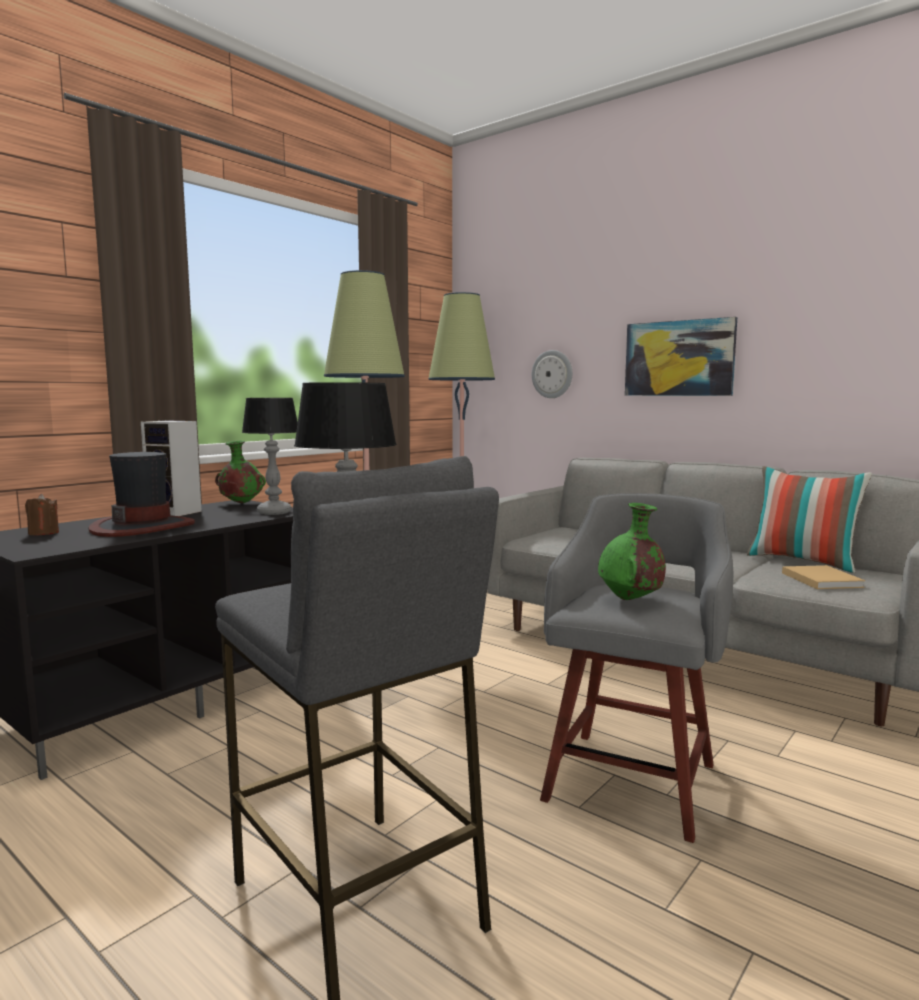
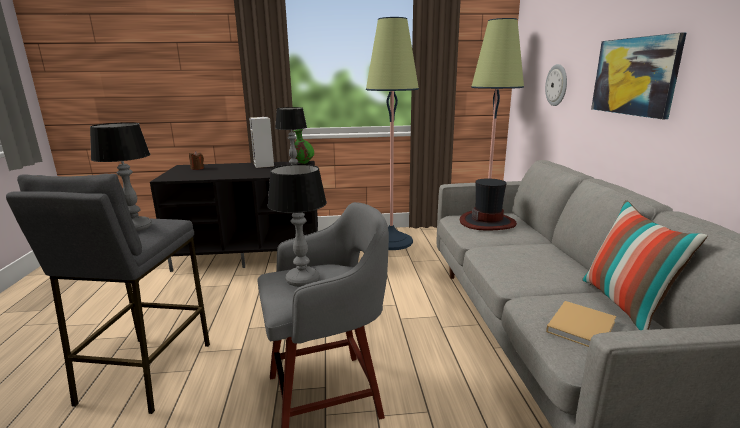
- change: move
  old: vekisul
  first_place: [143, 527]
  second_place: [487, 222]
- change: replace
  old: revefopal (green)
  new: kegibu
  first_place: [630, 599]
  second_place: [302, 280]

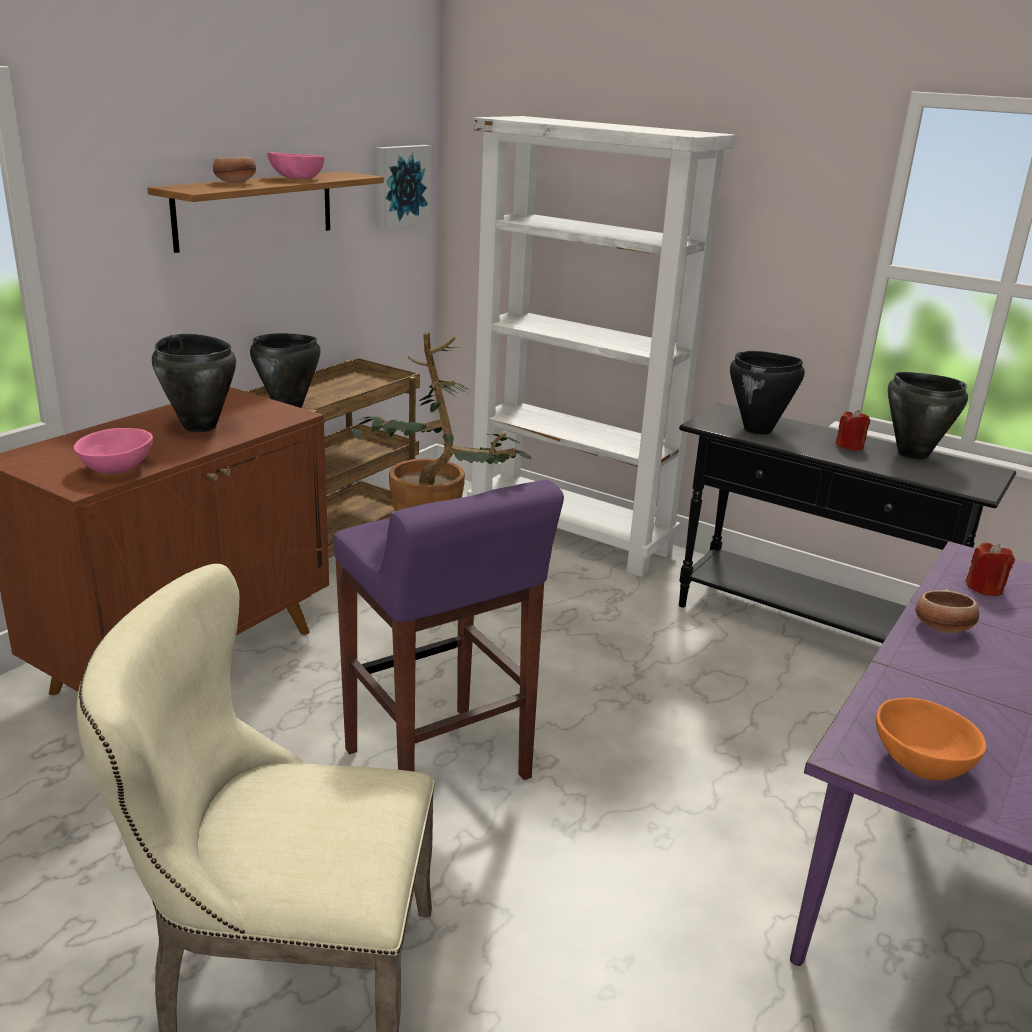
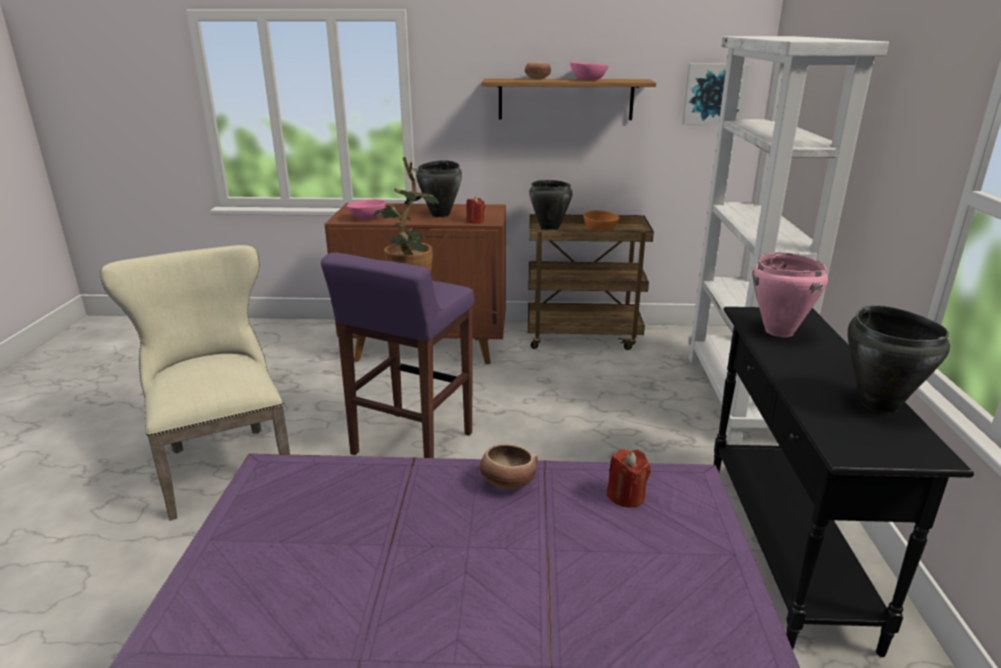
- change: recolor
  old: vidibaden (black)
  new: vidibaden (pink)
  first_place: [758, 430]
  second_place: [778, 332]
- change: move
  old: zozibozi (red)
  first_place: [850, 446]
  second_place: [475, 221]
- change: move
  old: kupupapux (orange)
  first_place: [920, 763]
  second_place: [599, 230]

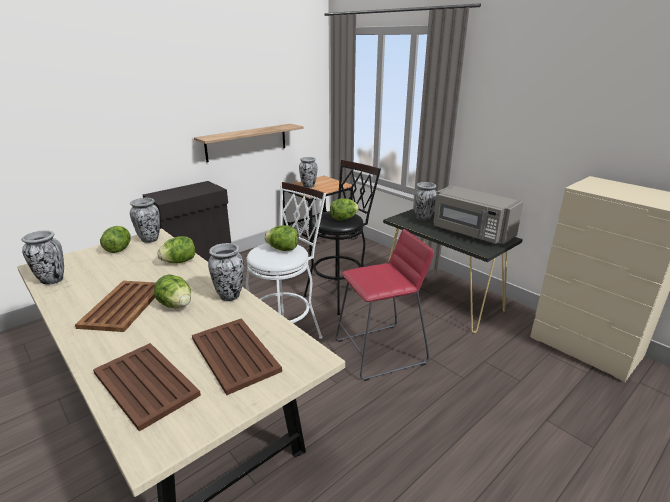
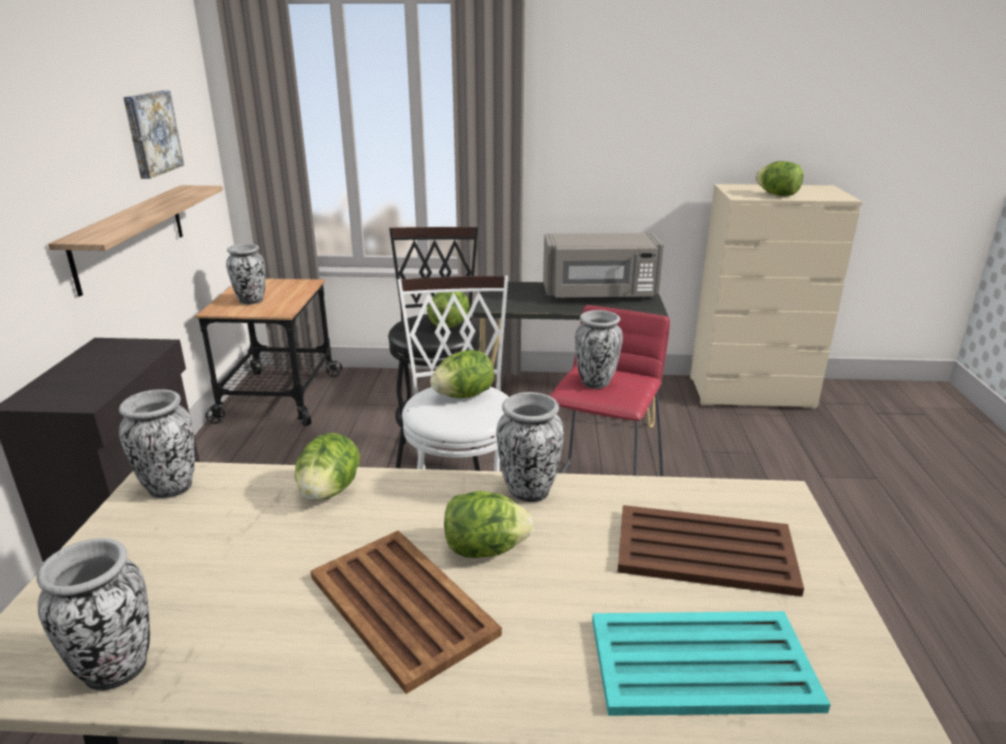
- change: recolor
  old: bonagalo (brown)
  new: bonagalo (turquoise)
  first_place: [145, 383]
  second_place: [699, 663]
- change: move
  old: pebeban
  first_place: [119, 249]
  second_place: [777, 195]
- change: move
  old: revefopal
  first_place: [423, 218]
  second_place: [595, 383]
- change: insert
  new: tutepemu
  second_place: [151, 133]

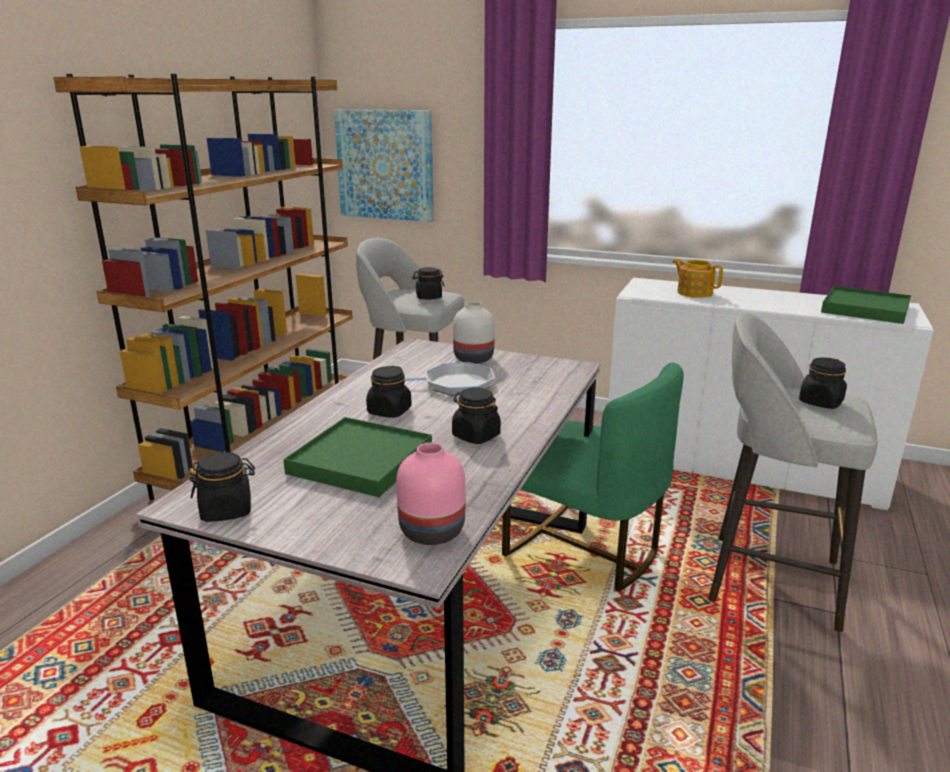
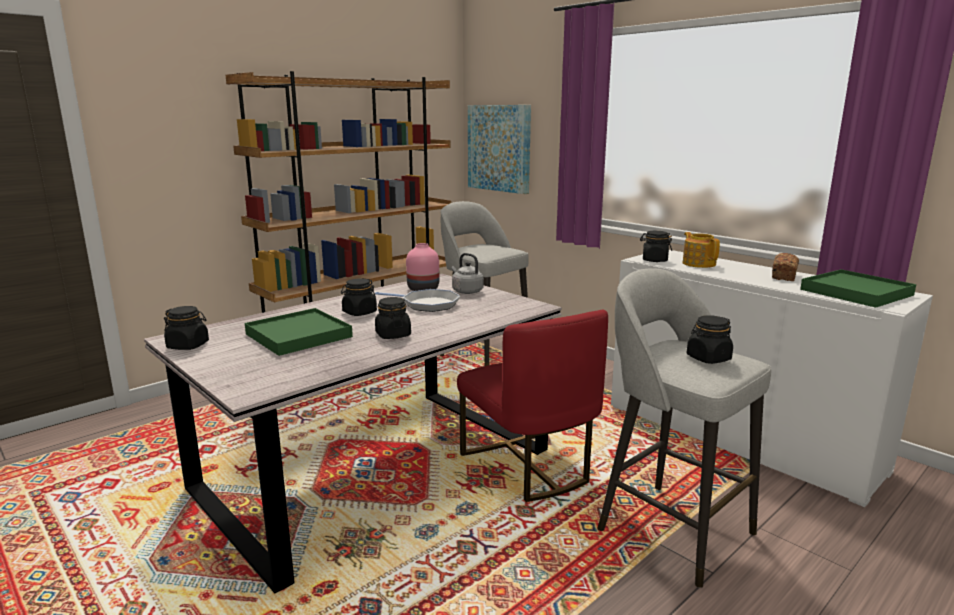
- change: move
  old: revefopal (pink)
  first_place: [433, 530]
  second_place: [424, 289]
- change: move
  old: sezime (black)
  first_place: [428, 297]
  second_place: [654, 260]
- change: replace
  old: revefopal (white)
  new: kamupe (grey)
  first_place: [472, 359]
  second_place: [466, 291]
- change: recolor
  old: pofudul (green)
  new: pofudul (red)
  first_place: [585, 550]
  second_place: [529, 467]
- change: insert
  new: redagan
  second_place: [784, 276]

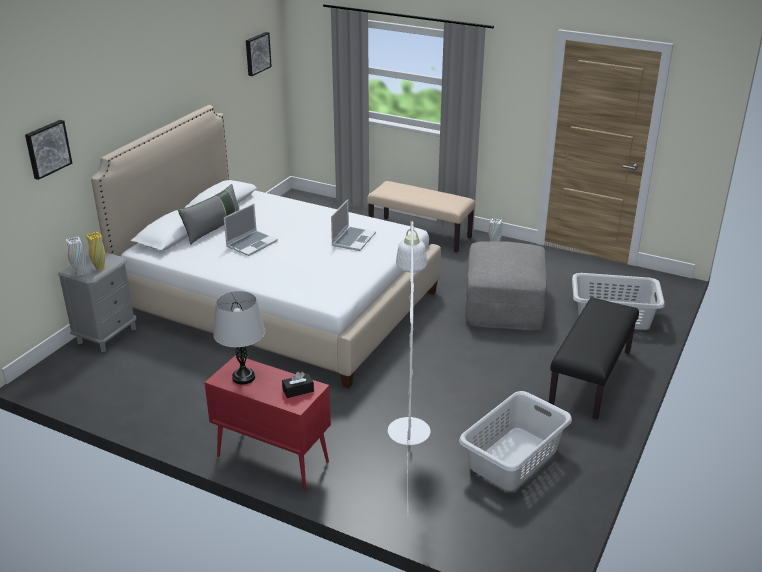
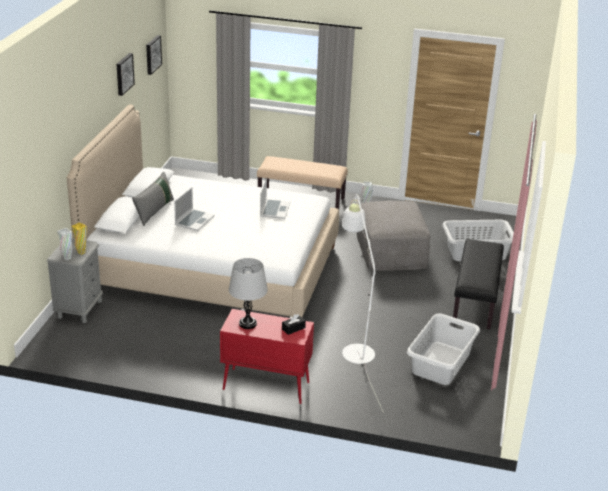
- change: move
  old: tutepemu
  first_place: [47, 149]
  second_place: [123, 74]

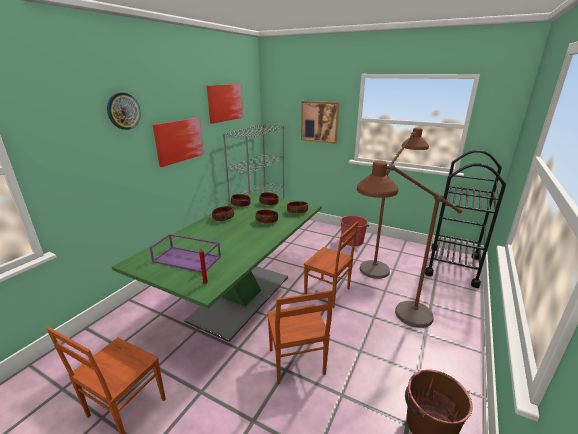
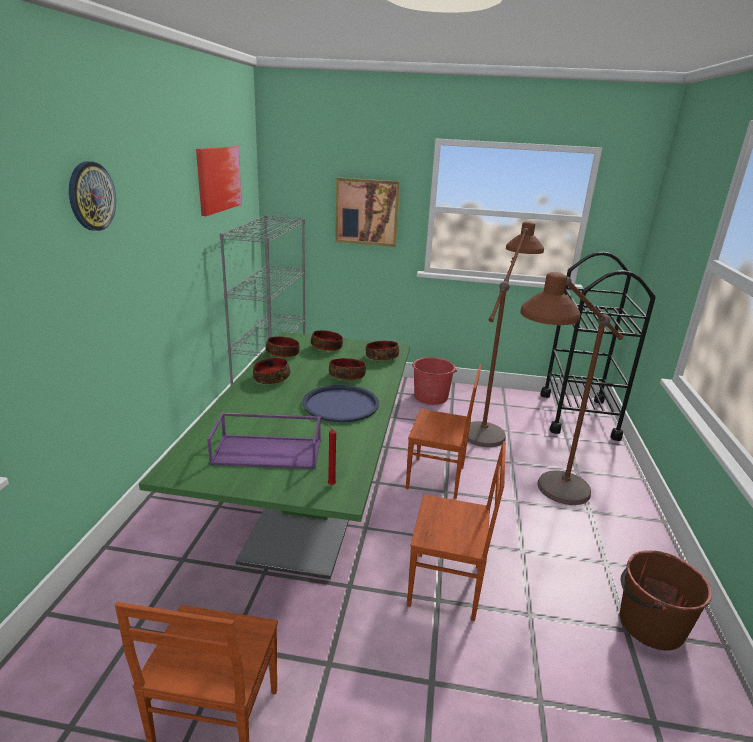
- change: delete
  old: tutepemu
  first_place: [179, 140]
- change: rotate
  old: pofudul (brown)
  first_place: [296, 362]
  second_place: [446, 586]
  degrees: -45
- change: insert
  new: bonagalo (blue)
  second_place: [340, 404]

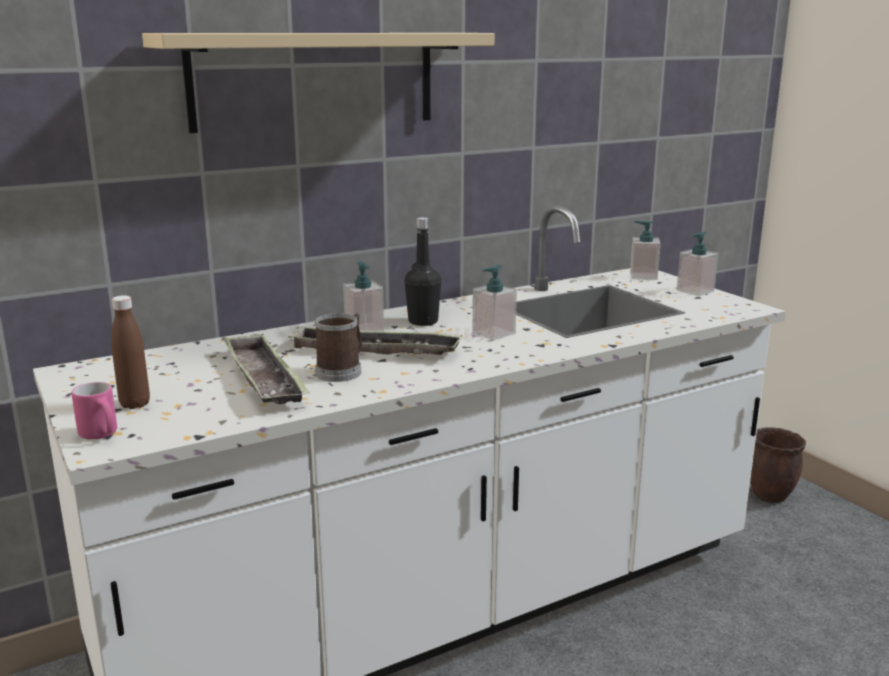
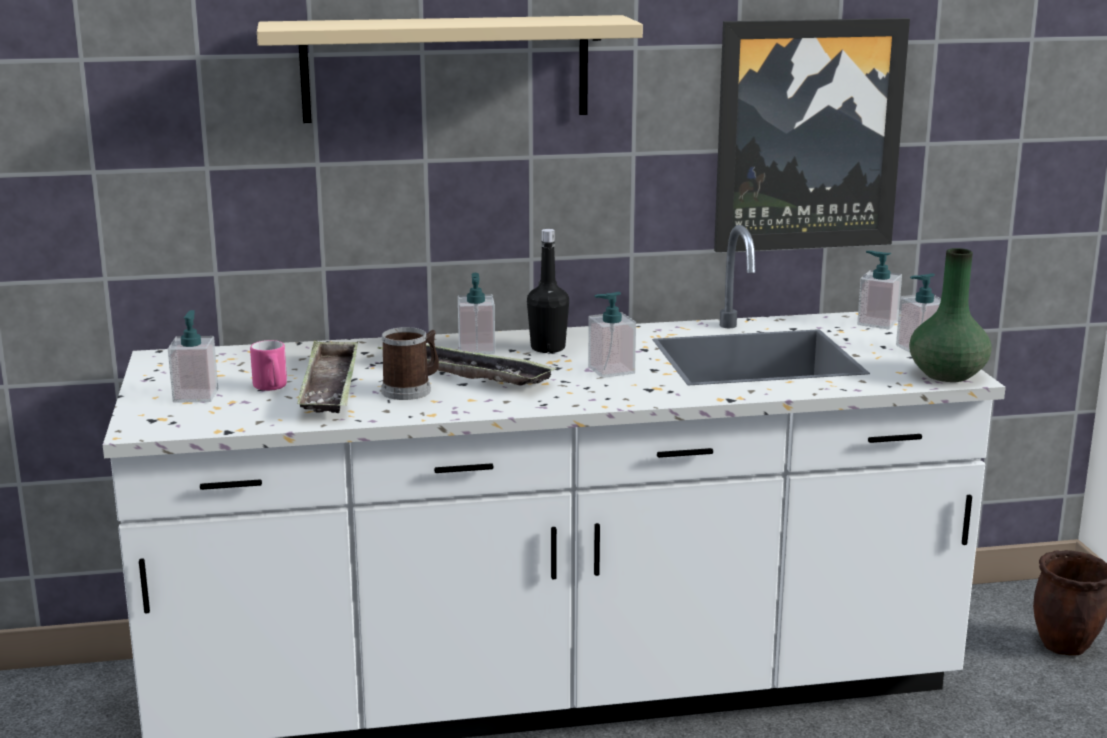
- change: move
  old: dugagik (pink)
  first_place: [101, 435]
  second_place: [272, 388]
- change: replace
  old: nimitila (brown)
  new: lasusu
  first_place: [135, 404]
  second_place: [196, 395]
- change: insert
  new: tutepemu
  second_place: [807, 135]
- change: insert
  new: revefopal (green)
  second_place: [947, 374]

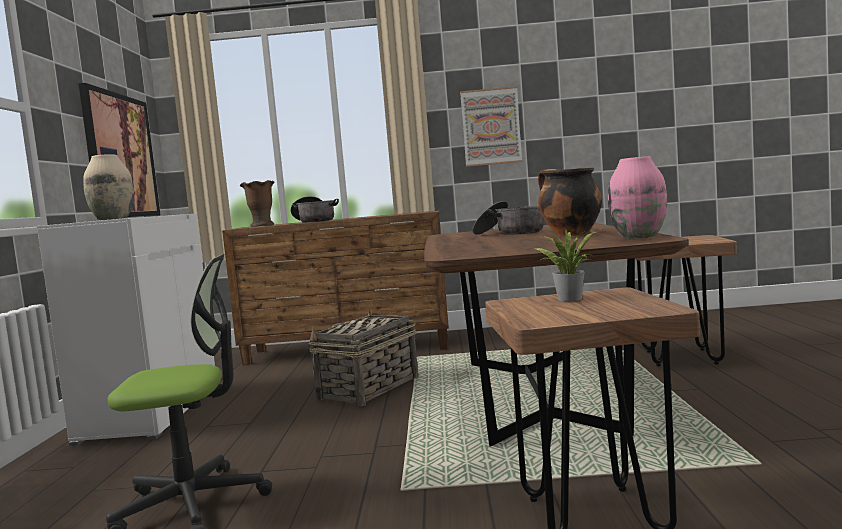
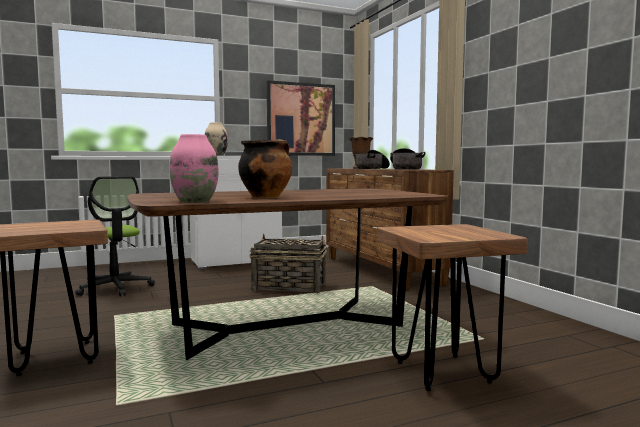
- change: delete
  old: tutepemu
  first_place: [491, 127]
- change: move
  old: vidibaden
  first_place: [510, 233]
  second_place: [406, 169]
- change: delete
  old: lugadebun
  first_place: [568, 298]

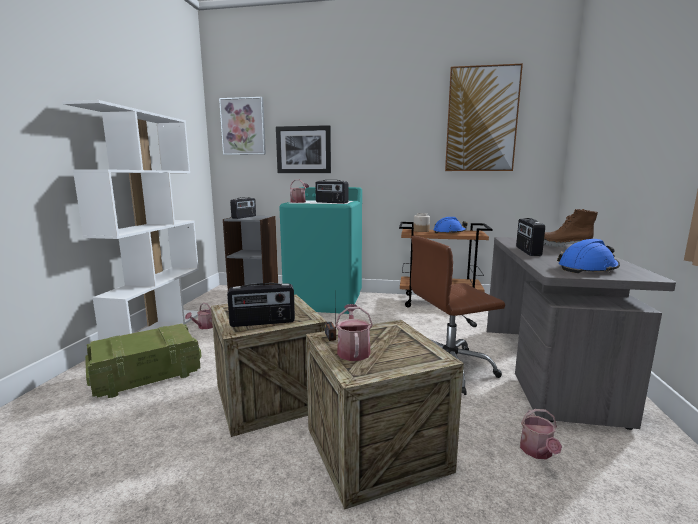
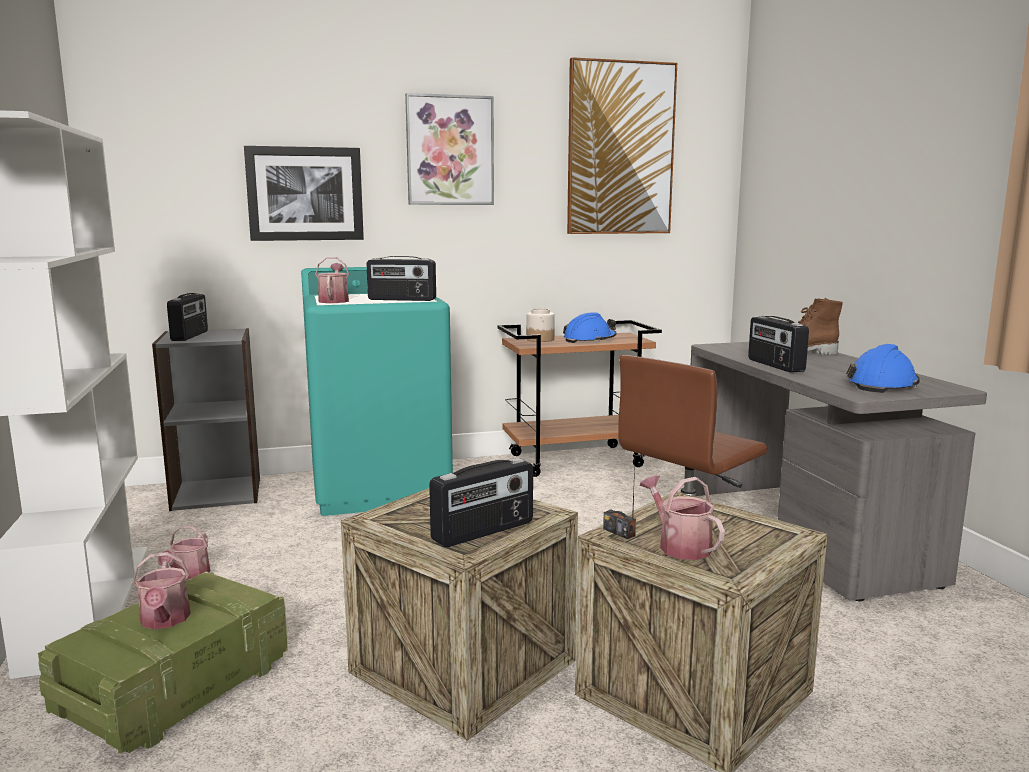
- change: move
  old: tutepemu
  first_place: [243, 126]
  second_place: [450, 151]
- change: move
  old: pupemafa
  first_place: [537, 452]
  second_place: [164, 621]

